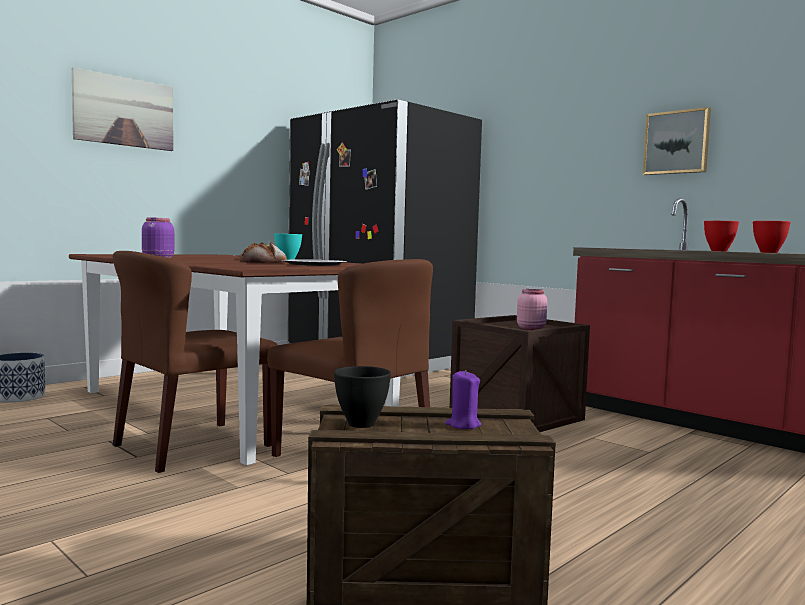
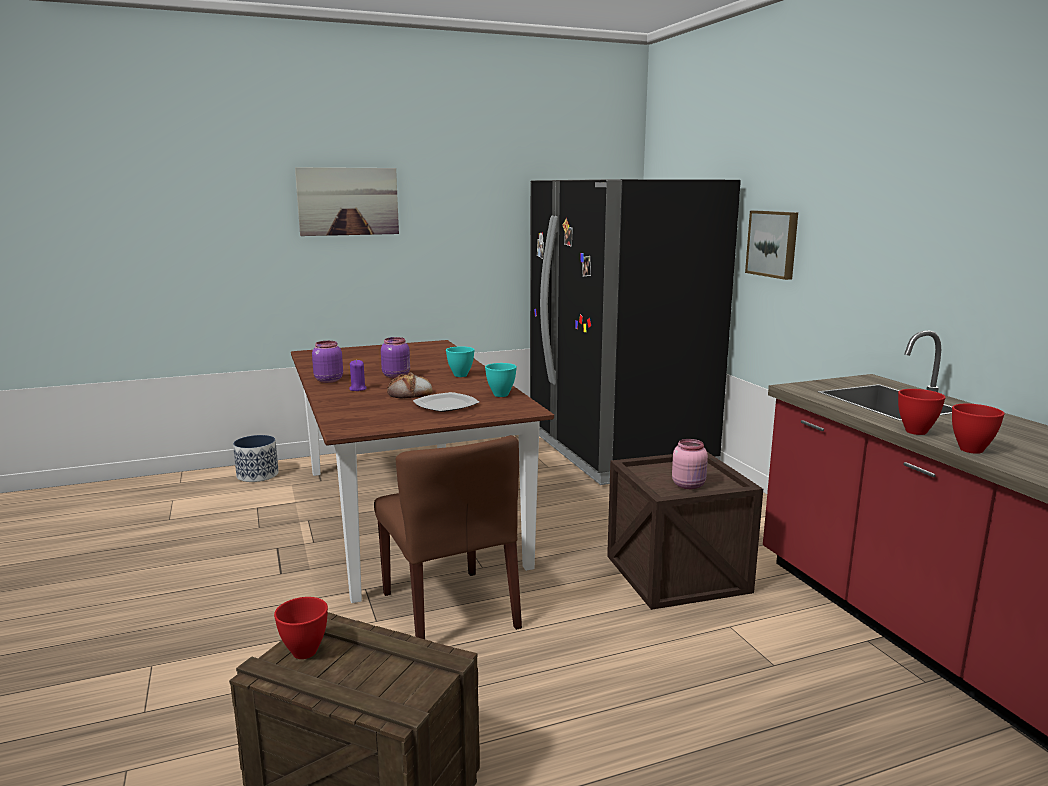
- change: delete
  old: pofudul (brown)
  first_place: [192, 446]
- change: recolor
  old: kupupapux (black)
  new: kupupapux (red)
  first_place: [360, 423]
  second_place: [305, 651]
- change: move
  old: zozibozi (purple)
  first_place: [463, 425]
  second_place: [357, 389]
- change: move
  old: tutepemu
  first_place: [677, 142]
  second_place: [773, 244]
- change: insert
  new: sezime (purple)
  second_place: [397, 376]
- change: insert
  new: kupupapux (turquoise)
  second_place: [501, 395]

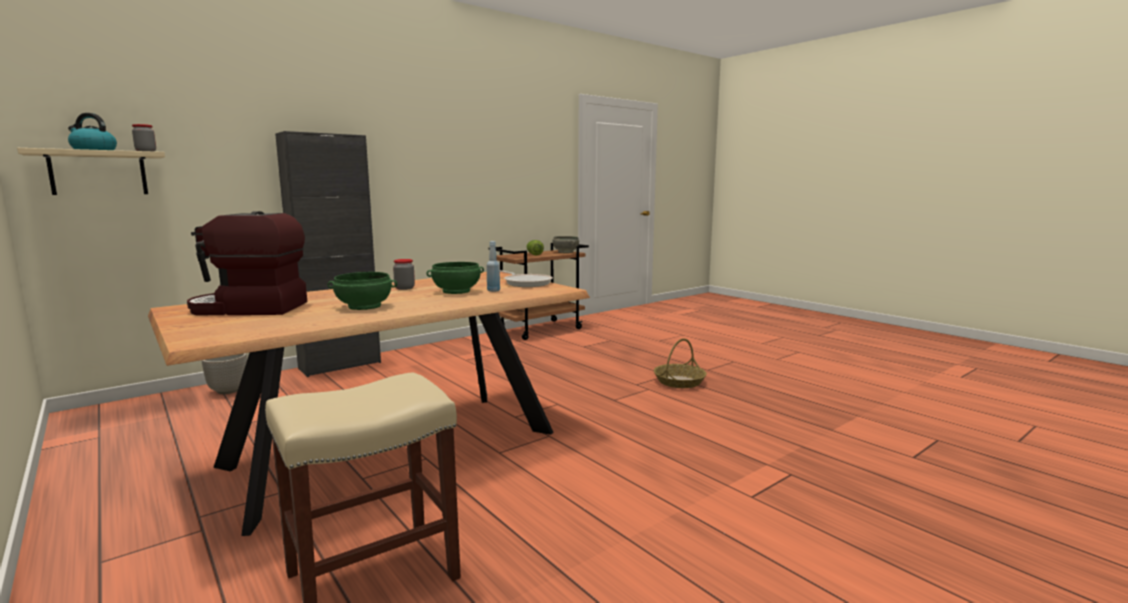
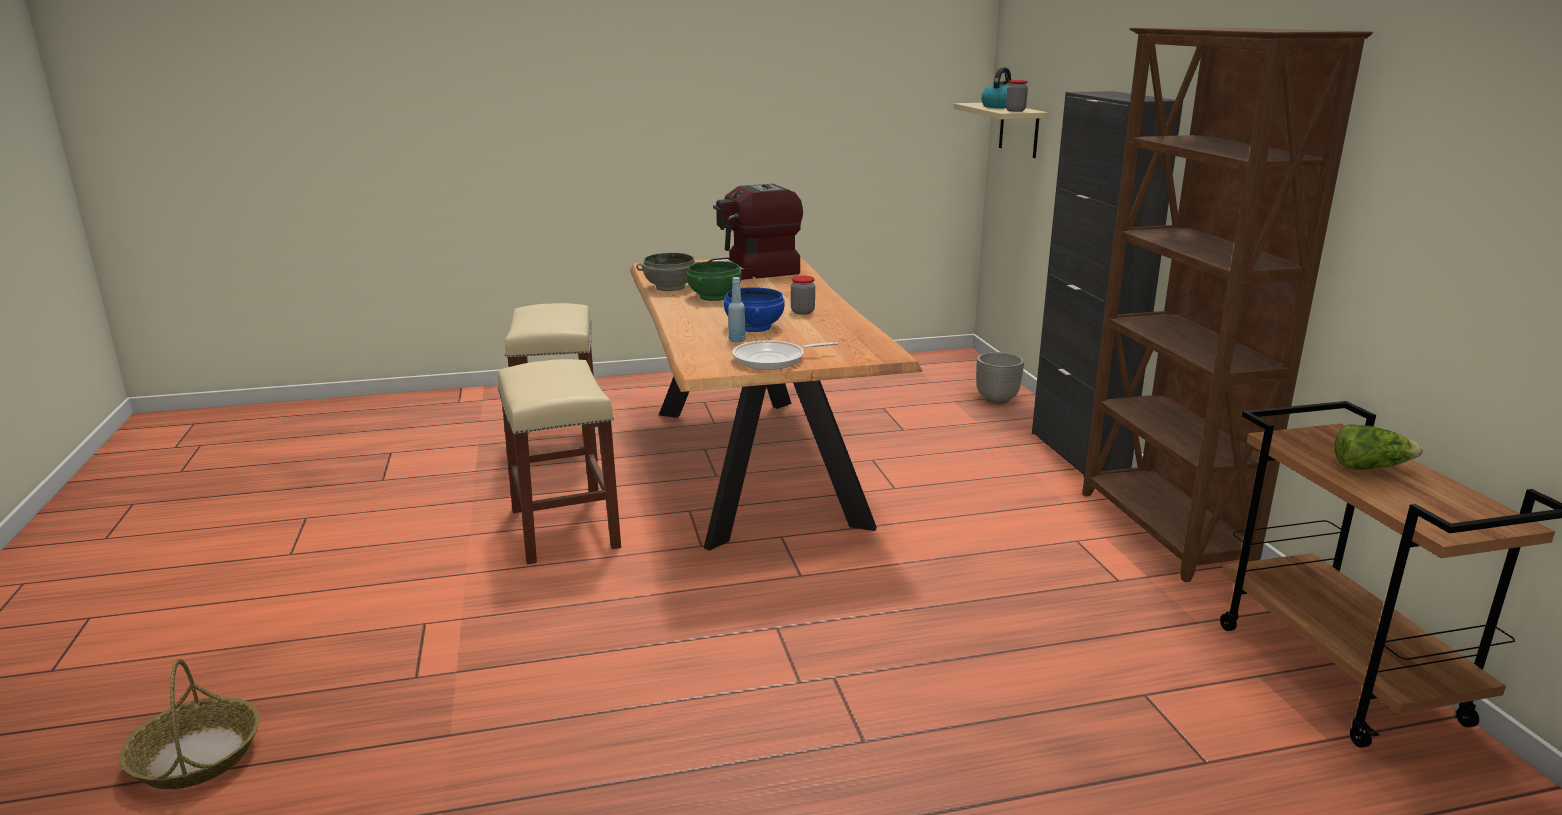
- change: rotate
  old: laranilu
  first_place: [249, 309]
  second_place: [753, 272]
  degrees: -135
- change: recolor
  old: kupupapux (green)
  new: kupupapux (blue)
  first_place: [456, 291]
  second_place: [753, 327]
- change: move
  old: kupupapux (grey)
  first_place: [565, 252]
  second_place: [670, 287]
- change: move
  old: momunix
  first_place: [679, 382]
  second_place: [196, 756]
- change: insert
  new: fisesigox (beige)
  second_place: [563, 528]
- change: insert
  new: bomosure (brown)
  second_place: [1162, 531]

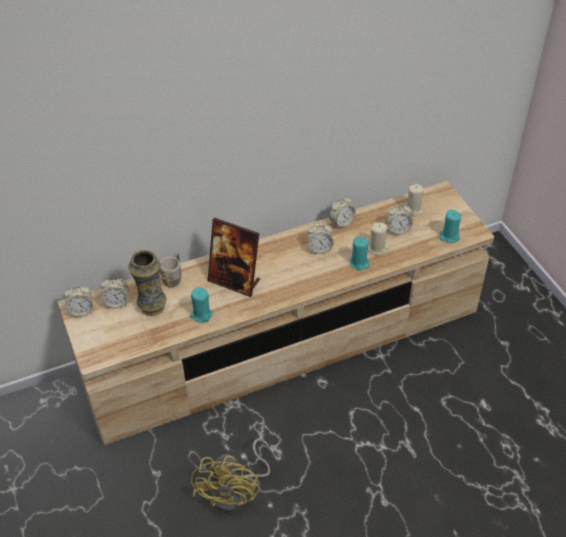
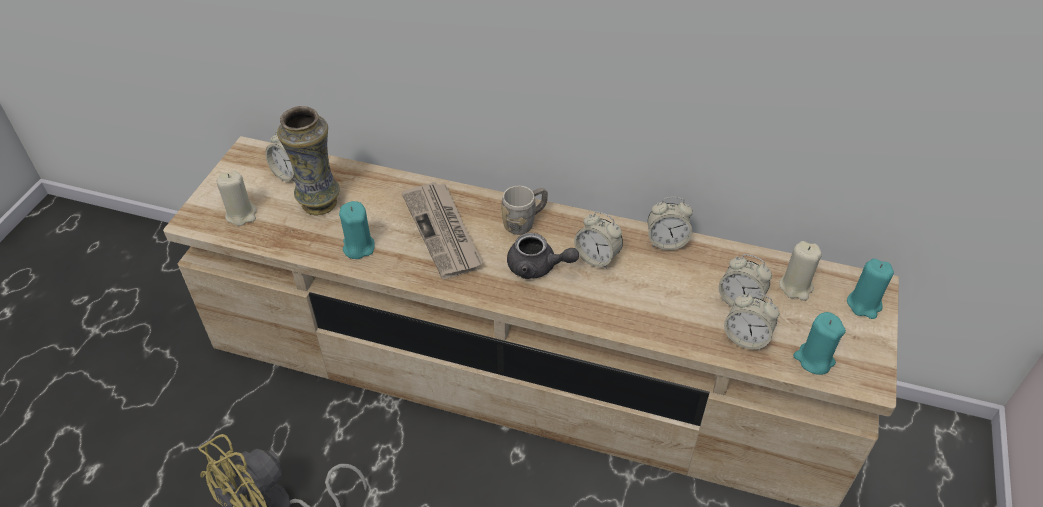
- change: move
  old: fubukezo
  first_place: [81, 311]
  second_place: [746, 338]
- change: move
  old: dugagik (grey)
  first_place: [173, 277]
  second_place: [524, 222]
- change: replace
  old: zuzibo
  new: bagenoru
  first_place: [234, 281]
  second_place: [443, 231]
- change: move
  old: zozibozi (turquoise)
  first_place: [359, 263]
  second_place: [864, 304]
- change: move
  old: zozibozi (beige)
  first_place: [377, 248]
  second_place: [241, 214]
- change: insert
  new: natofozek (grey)
  second_place: [538, 267]

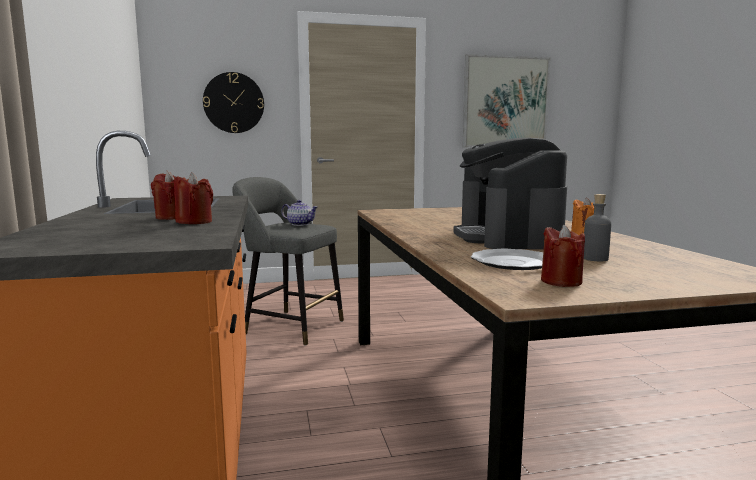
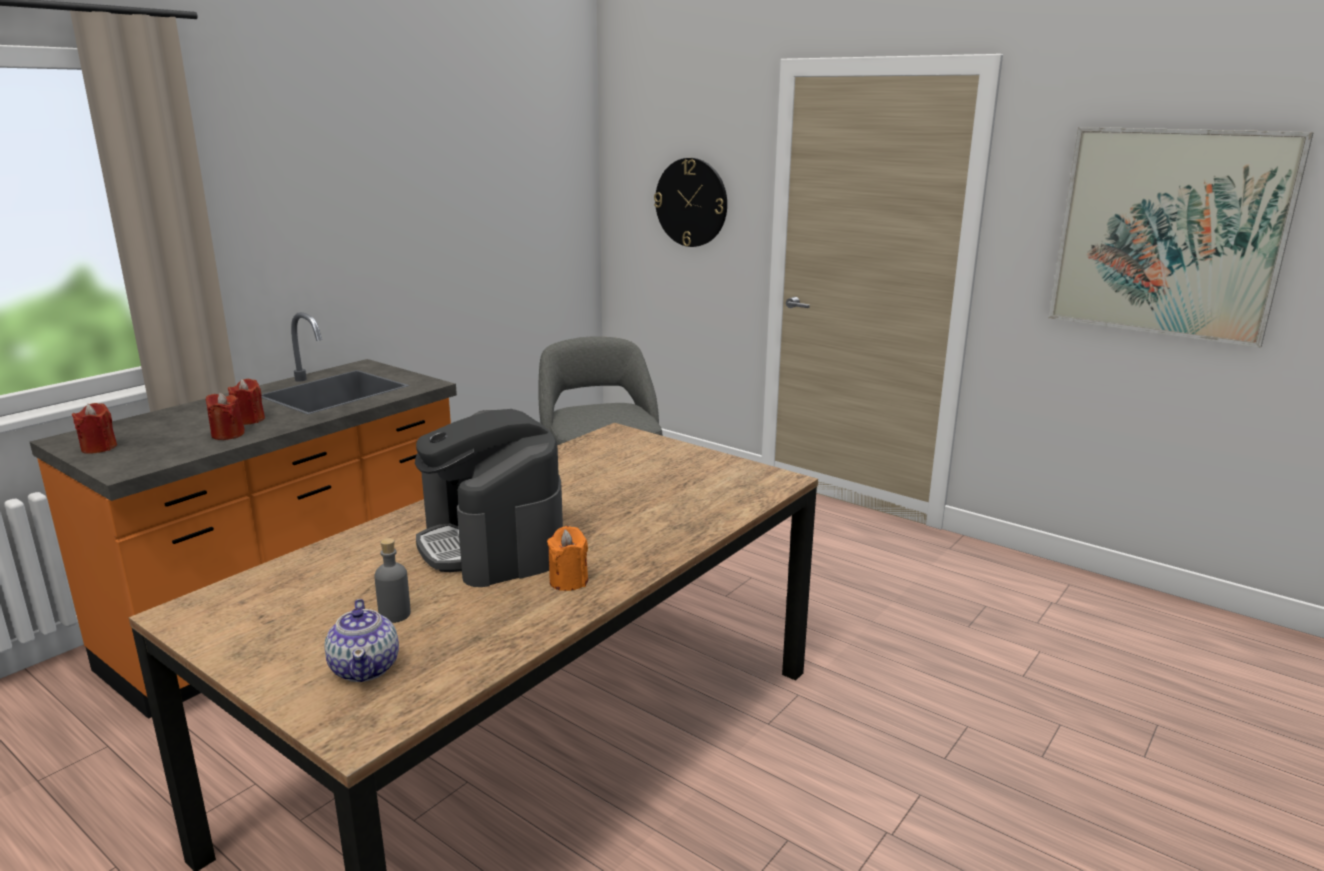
- change: move
  old: natofozek
  first_place: [300, 224]
  second_place: [365, 668]
- change: rotate
  old: laranilu
  first_place: [508, 237]
  second_place: [492, 544]
  degrees: -75
- change: delete
  old: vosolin
  first_place: [513, 262]
- change: move
  old: zozibozi (red)
  first_place: [561, 281]
  second_place: [99, 448]

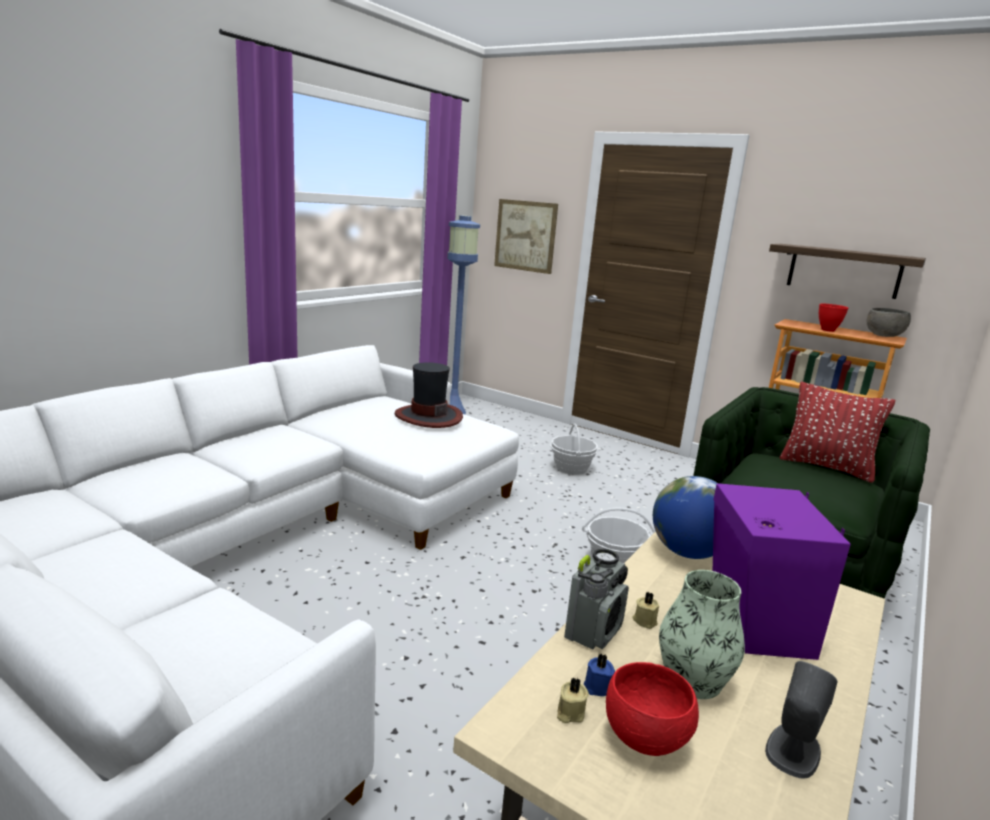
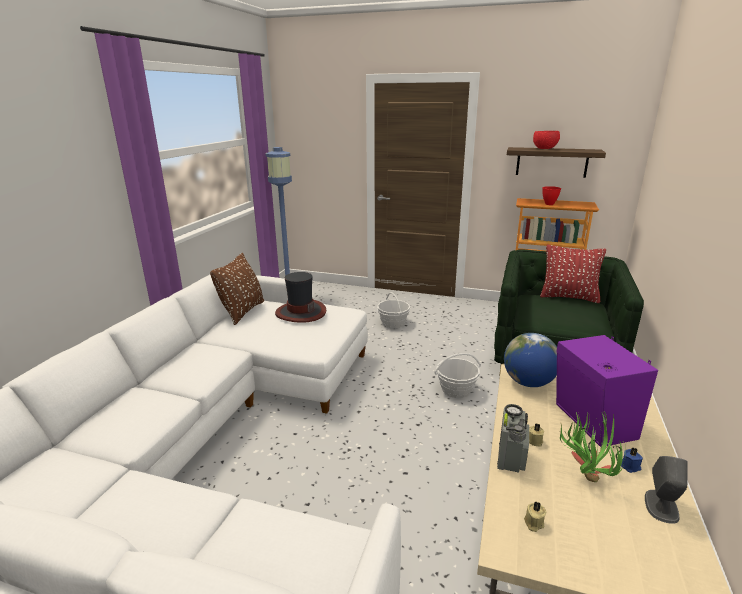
- change: delete
  old: tutepemu
  first_place: [525, 236]
- change: move
  old: zozibozi (blue)
  first_place: [599, 688]
  second_place: [630, 467]
- change: move
  old: kupupapux (red)
  first_place: [646, 737]
  second_place: [545, 149]
- change: replace
  old: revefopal
  new: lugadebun
  first_place: [693, 679]
  second_place: [584, 475]
- change: delete
  old: kupupapux (grey)
  first_place: [883, 336]
- change: insert
  new: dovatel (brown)
  second_place: [242, 312]

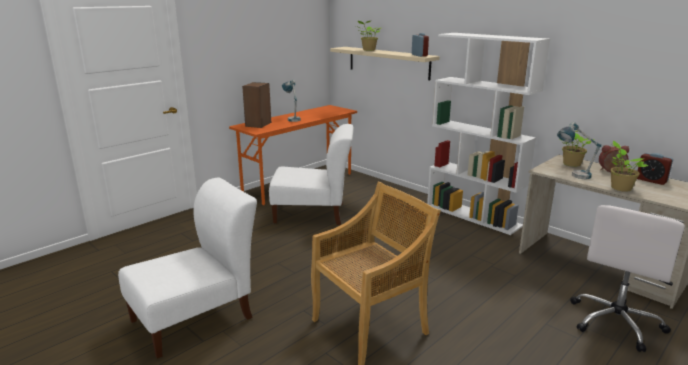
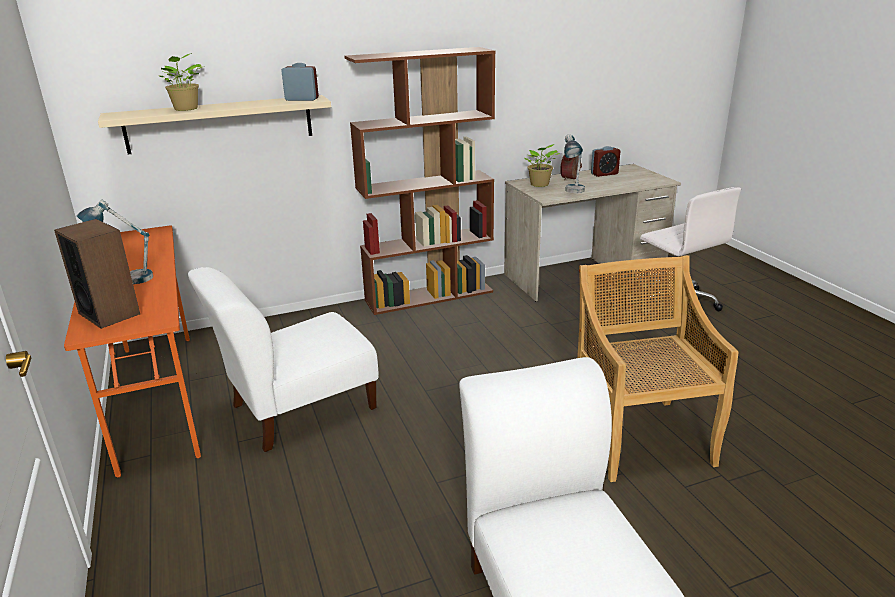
- change: rotate
  old: pofudul (white)
  first_place: [313, 214]
  second_place: [298, 410]
  degrees: -150
- change: recolor
  old: bomosure (white)
  new: bomosure (brown)
  first_place: [473, 216]
  second_place: [429, 295]
- change: delete
  old: lugadebun
  first_place: [619, 187]

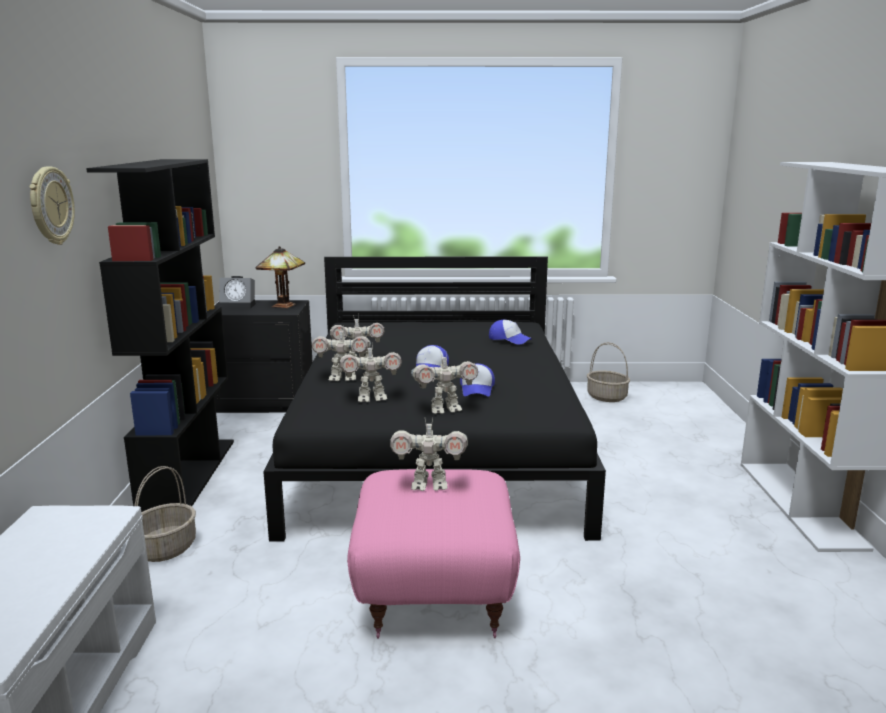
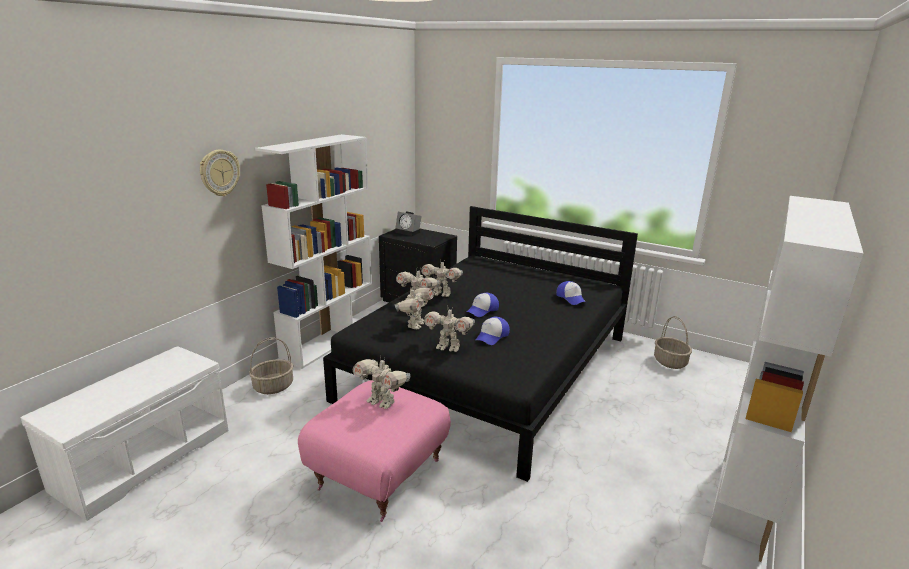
- change: recolor
  old: bomosure (black)
  new: bomosure (white)
  first_place: [188, 475]
  second_place: [328, 341]
- change: delete
  old: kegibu
  first_place: [284, 306]
- change: rotate
  old: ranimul
  first_place: [371, 398]
  second_place: [415, 325]
  degrees: -90

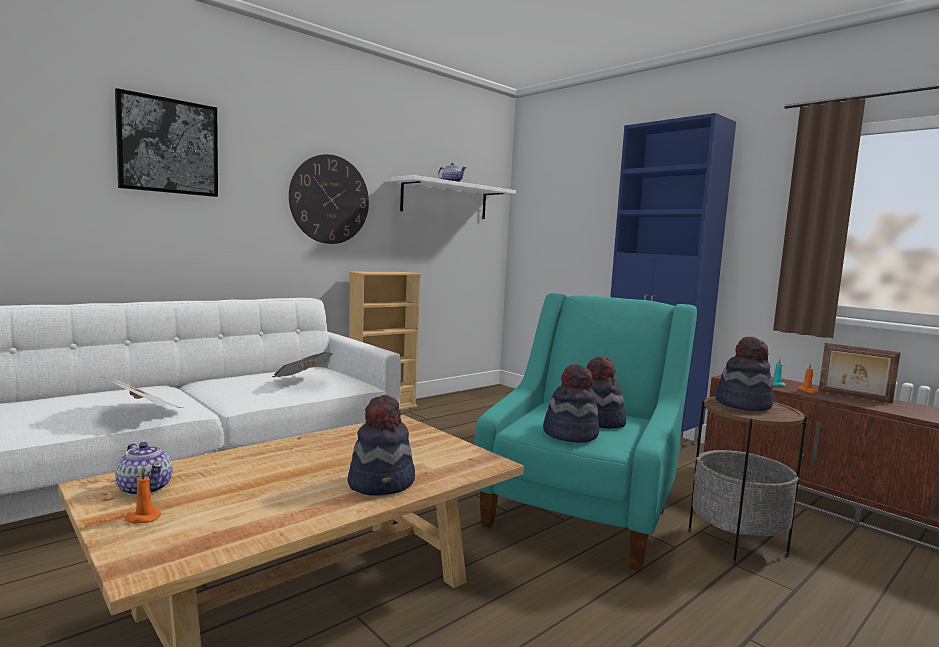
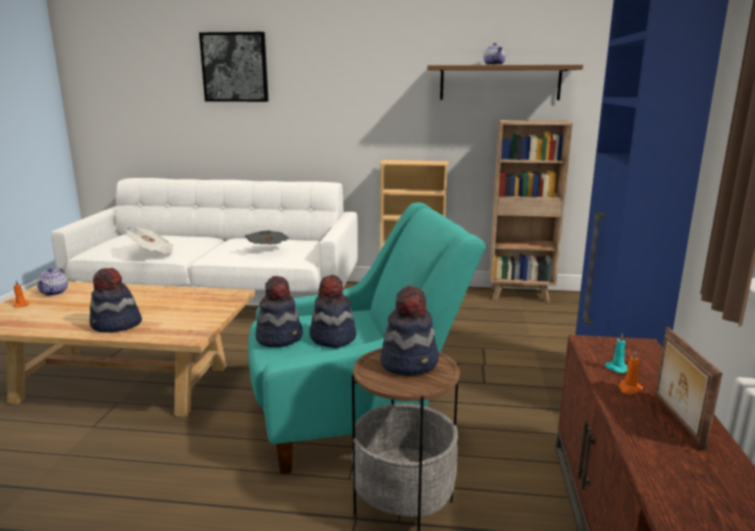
- change: delete
  old: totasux
  first_place: [330, 199]
- change: recolor
  old: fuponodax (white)
  new: fuponodax (brown)
  first_place: [445, 200]
  second_place: [500, 83]
- change: insert
  new: bomosure (brown)
  second_place: [520, 295]

